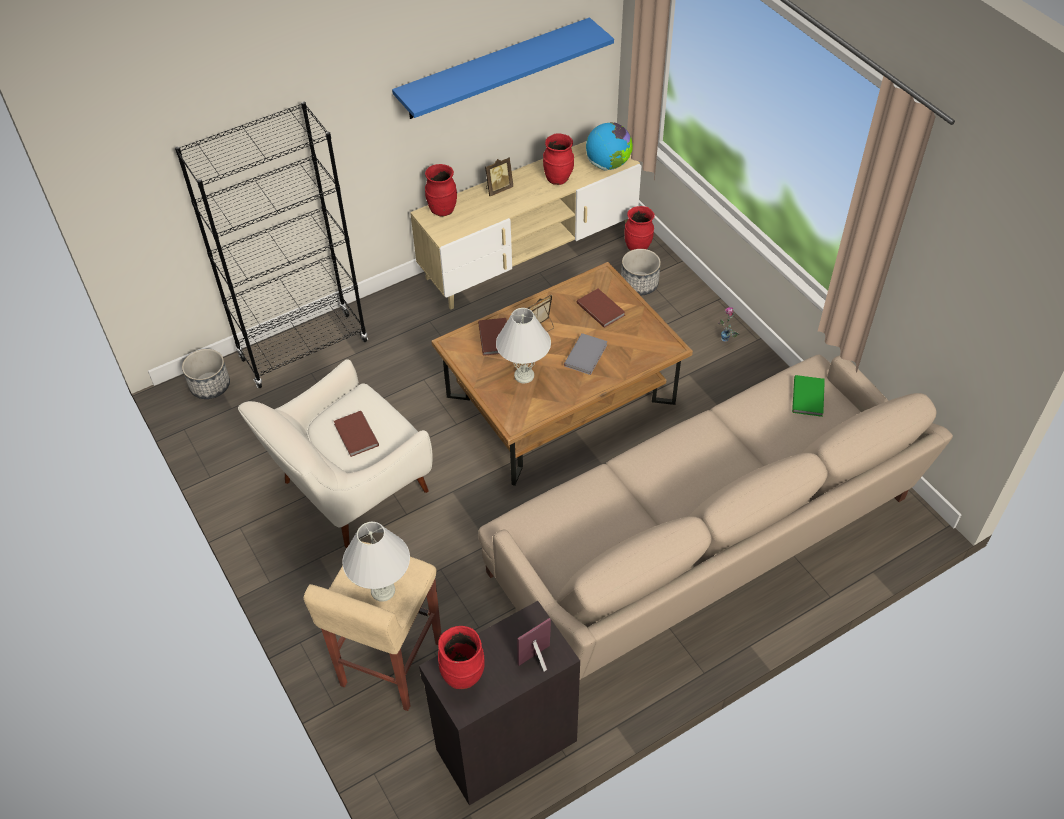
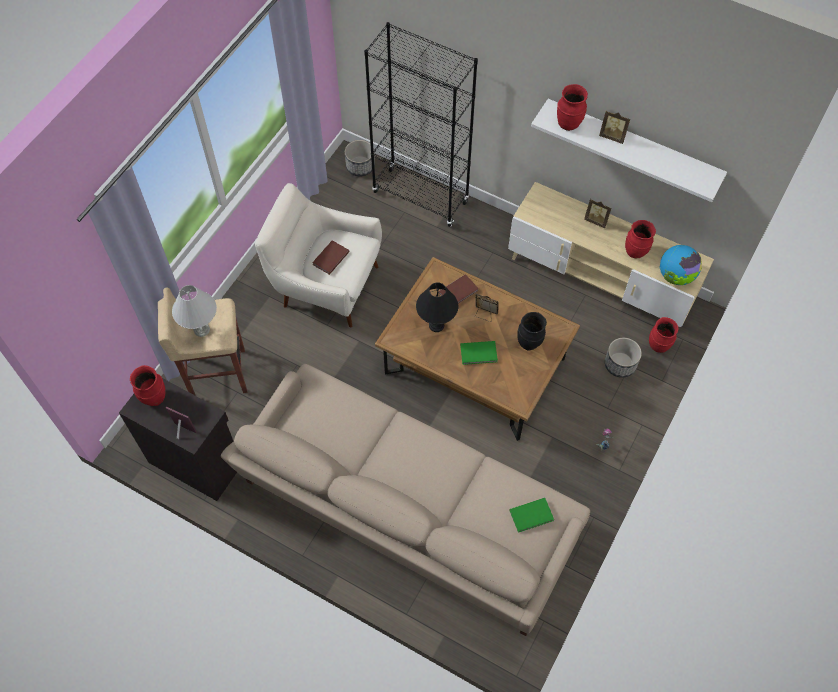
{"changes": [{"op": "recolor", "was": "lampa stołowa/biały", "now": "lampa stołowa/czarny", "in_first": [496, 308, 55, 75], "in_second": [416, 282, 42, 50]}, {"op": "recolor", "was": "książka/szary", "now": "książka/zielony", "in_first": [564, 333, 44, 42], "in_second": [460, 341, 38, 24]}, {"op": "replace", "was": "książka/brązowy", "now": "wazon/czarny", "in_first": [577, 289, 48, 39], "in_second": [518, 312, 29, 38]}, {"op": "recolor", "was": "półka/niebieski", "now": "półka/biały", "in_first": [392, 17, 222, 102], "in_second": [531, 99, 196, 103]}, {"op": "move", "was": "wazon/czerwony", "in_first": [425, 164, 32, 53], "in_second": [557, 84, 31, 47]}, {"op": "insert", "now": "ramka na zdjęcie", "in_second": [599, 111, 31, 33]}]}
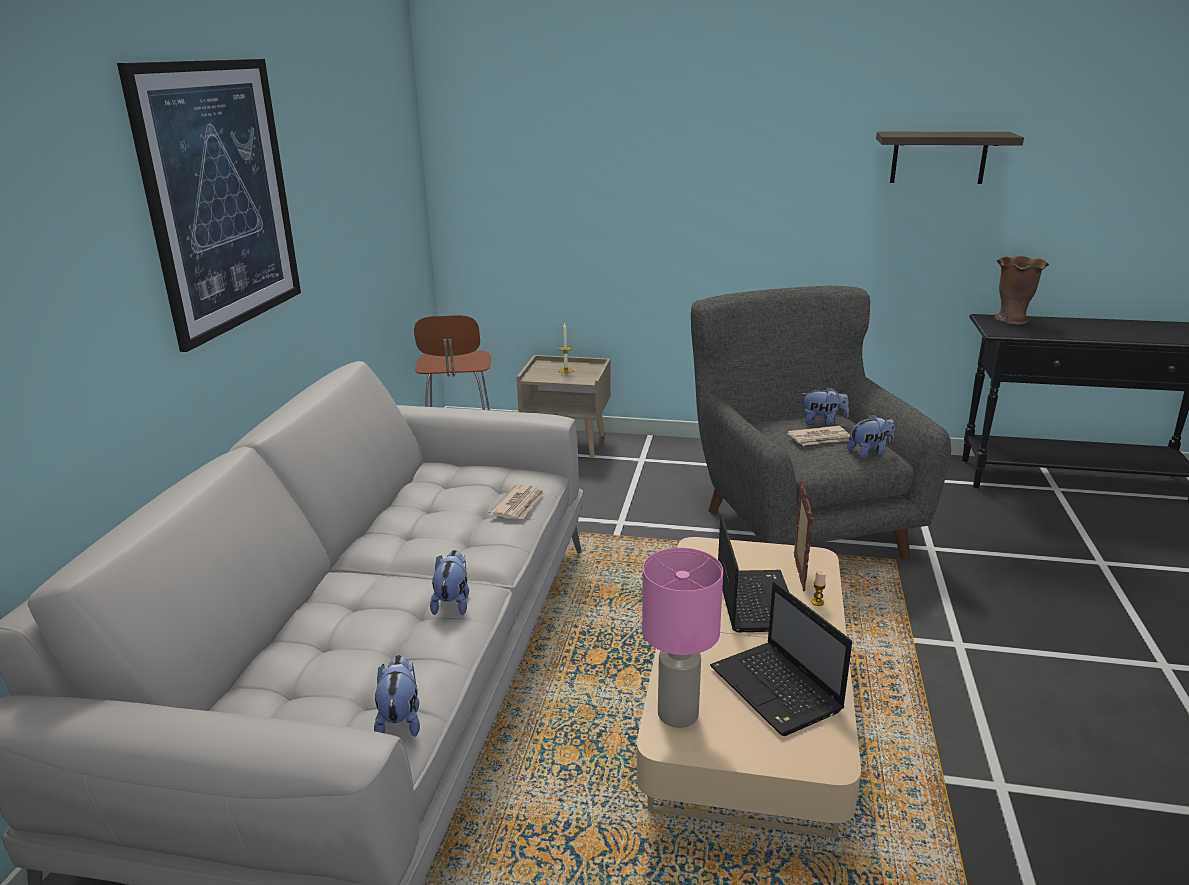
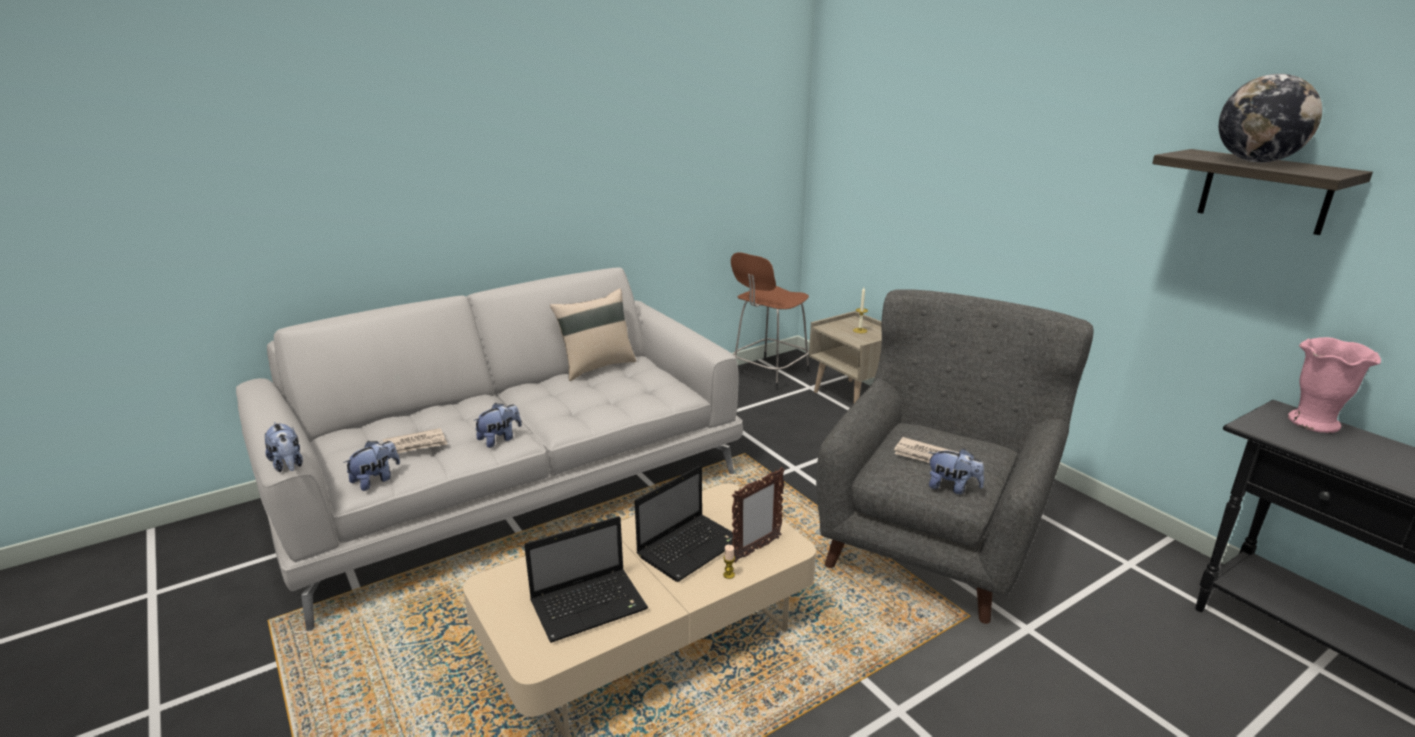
{"changes": [{"op": "move", "was": "pluszak", "in_first": [801, 387, 48, 39], "in_second": [265, 422, 38, 50]}, {"op": "move", "was": "gazeta", "in_first": [489, 484, 55, 36], "in_second": [383, 428, 64, 25]}, {"op": "rotate", "was": "laptop", "in_first": [710, 582, 142, 154], "in_second": [524, 516, 124, 127], "clockwise": -135}, {"op": "insert", "now": "poduszka/beżowy", "in_second": [550, 288, 86, 93]}, {"op": "insert", "now": "globus", "in_second": [1219, 74, 103, 88]}, {"op": "recolor", "was": "wazon/brązowy", "now": "wazon/różowy", "in_first": [994, 256, 55, 69], "in_second": [1288, 337, 93, 96]}, {"op": "delete", "was": "obraz", "in_first": [117, 59, 184, 293]}, {"op": "delete", "was": "lampa stołowa/różowy", "in_first": [642, 548, 81, 180]}]}
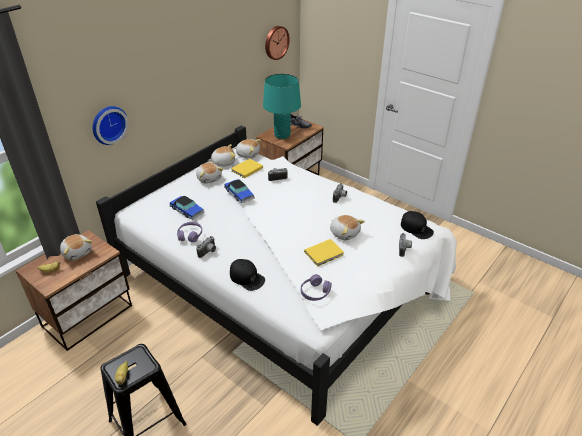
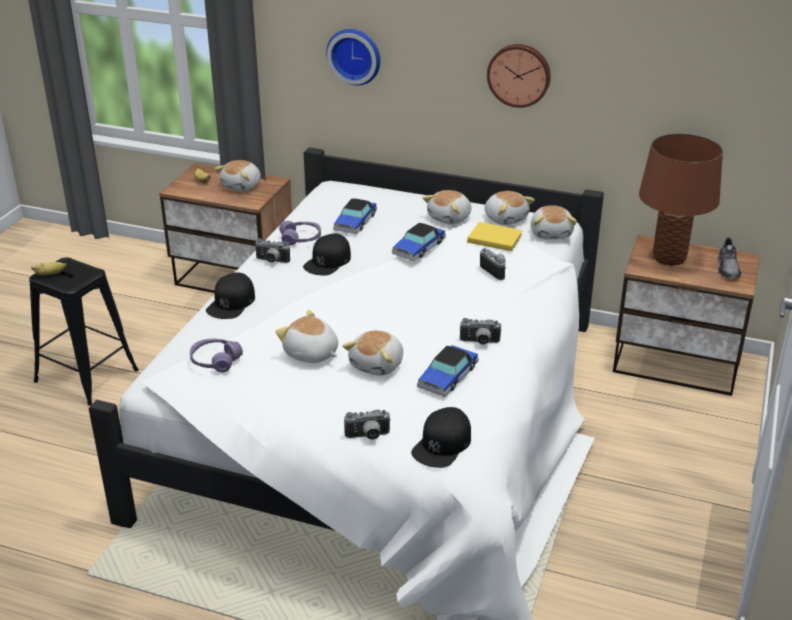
{"changes": [{"op": "replace", "was": "książka/żółty", "now": "pluszak", "in_first": [304, 239, 40, 27], "in_second": [276, 310, 62, 53]}, {"op": "insert", "now": "czapka z daszkiem/czarny", "in_second": [303, 234, 48, 41]}, {"op": "insert", "now": "samochodzik", "in_second": [417, 345, 62, 52]}, {"op": "move", "was": "zegar ścienny", "in_first": [265, 26, 25, 34], "in_second": [487, 44, 64, 64]}, {"op": "recolor", "was": "lampa stołowa/turkusowy", "now": "lampa stołowa/brązowy", "in_first": [263, 74, 38, 65], "in_second": [639, 133, 84, 133]}]}
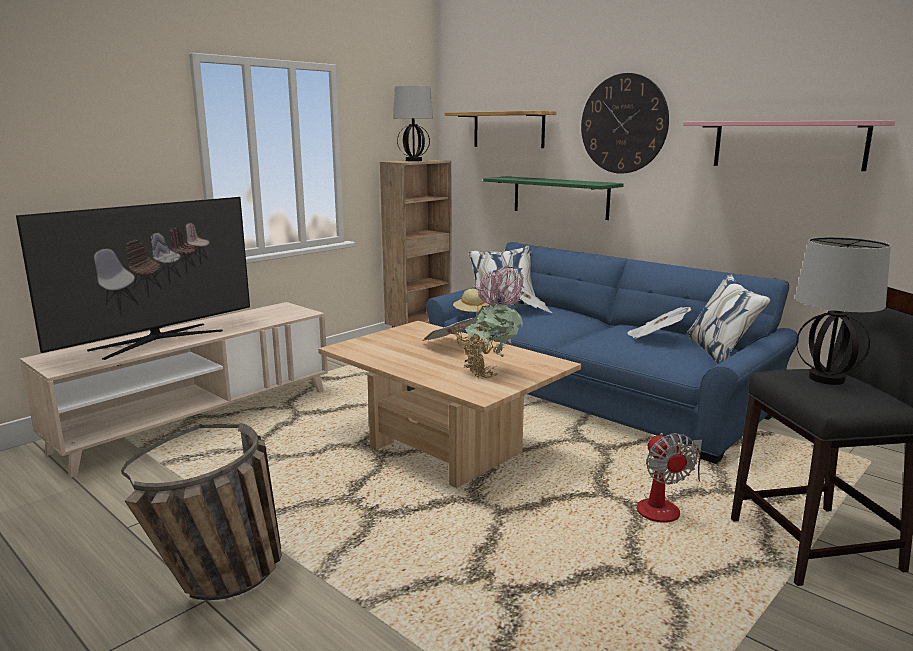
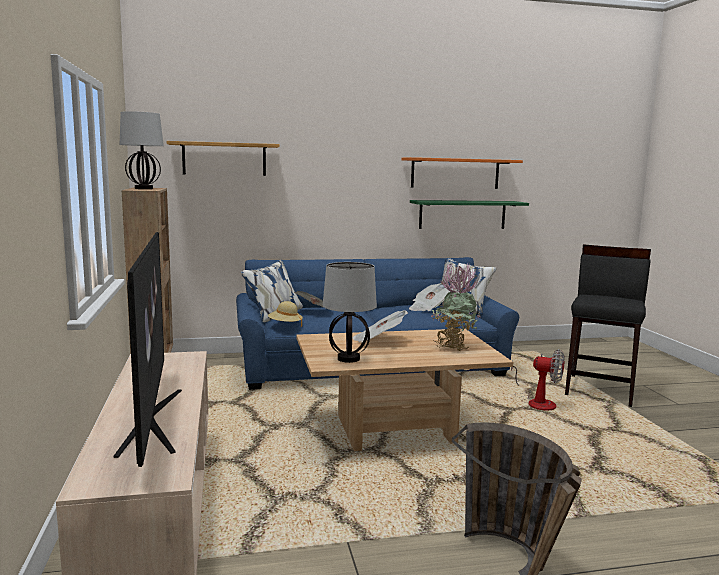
{"changes": [{"op": "move", "was": "lampa stołowa", "in_first": [795, 237, 96, 148], "in_second": [323, 262, 54, 101]}, {"op": "recolor", "was": "półka/różowy", "now": "półka/pomarańczowy", "in_first": [683, 120, 212, 51], "in_second": [401, 157, 122, 32]}, {"op": "move", "was": "półka/zielony", "in_first": [483, 176, 141, 44], "in_second": [410, 200, 119, 29]}, {"op": "delete", "was": "zegar ścienny", "in_first": [581, 73, 88, 101]}]}
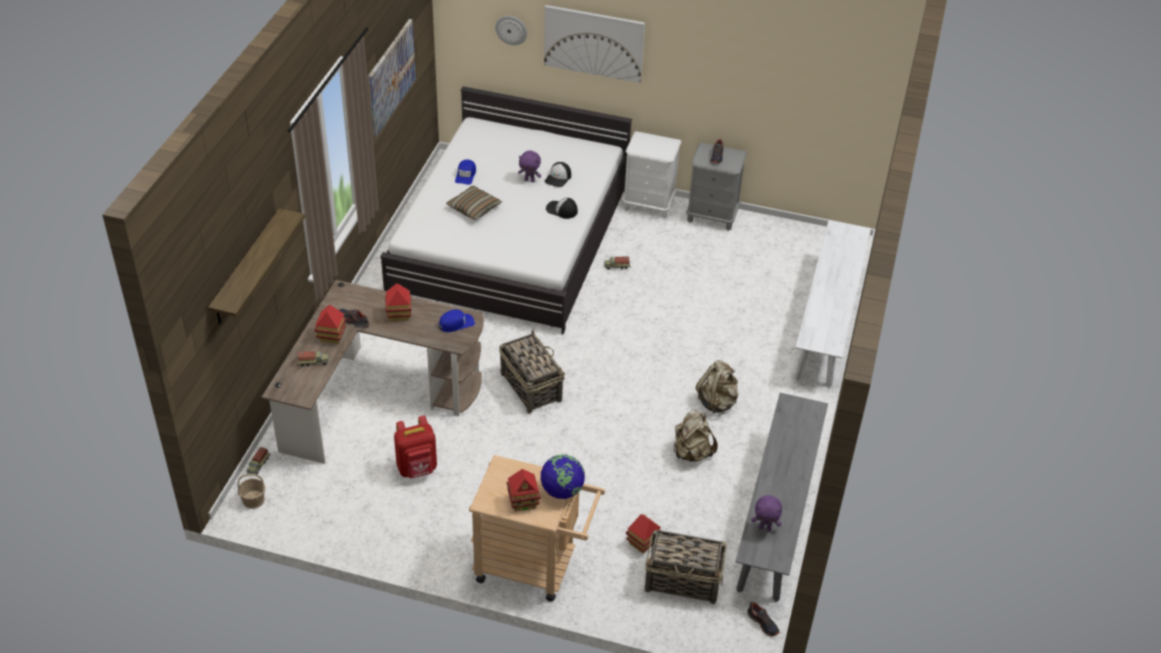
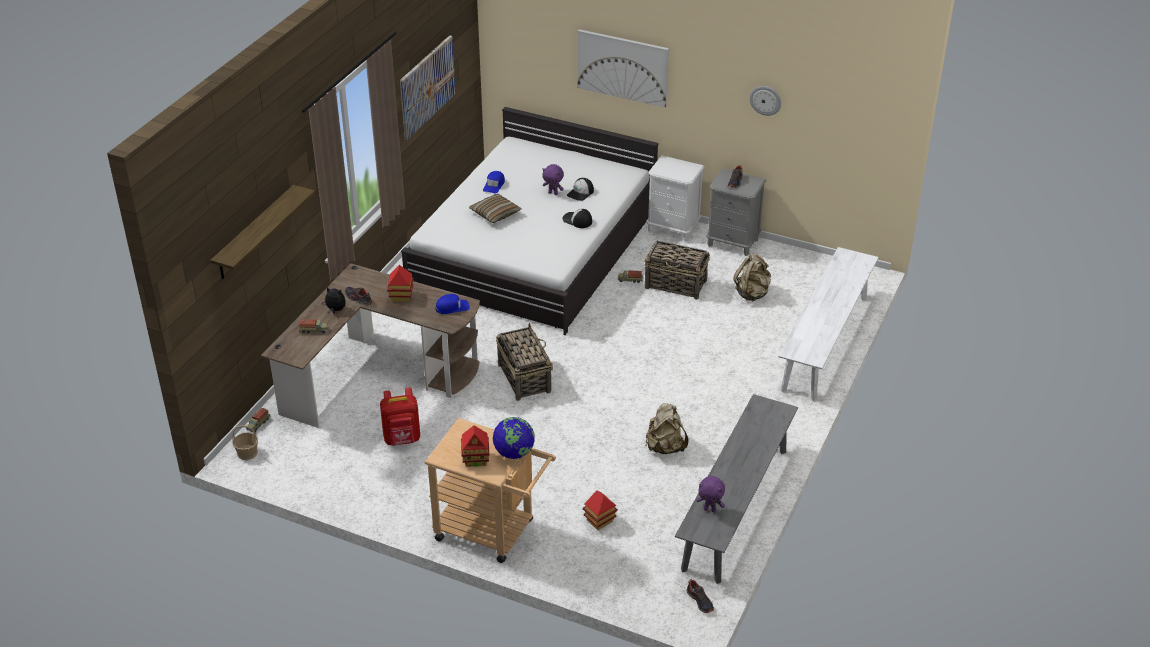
{"changes": [{"op": "replace", "was": "domek", "now": "pluszak", "in_first": [314, 305, 32, 39], "in_second": [322, 287, 24, 27]}, {"op": "move", "was": "koszyk", "in_first": [645, 530, 82, 74], "in_second": [644, 241, 66, 59]}, {"op": "move", "was": "plecak/beżowy", "in_first": [696, 360, 42, 55], "in_second": [733, 253, 38, 49]}, {"op": "move", "was": "zegar ścienny", "in_first": [495, 16, 32, 29], "in_second": [750, 86, 31, 30]}]}
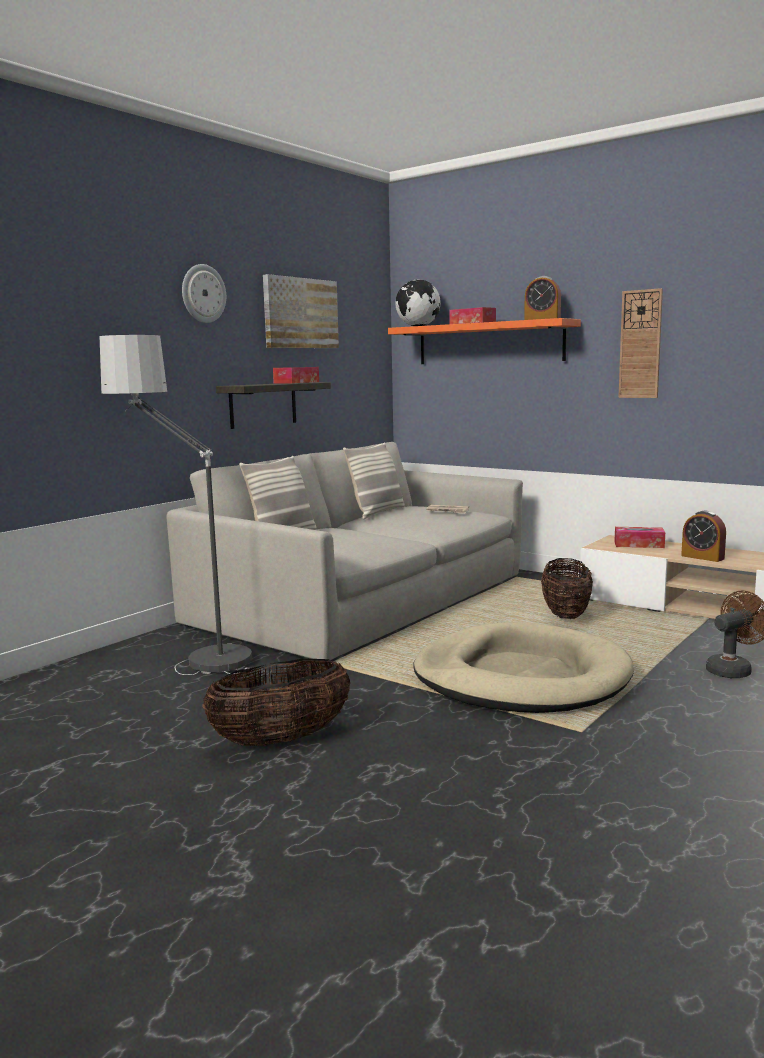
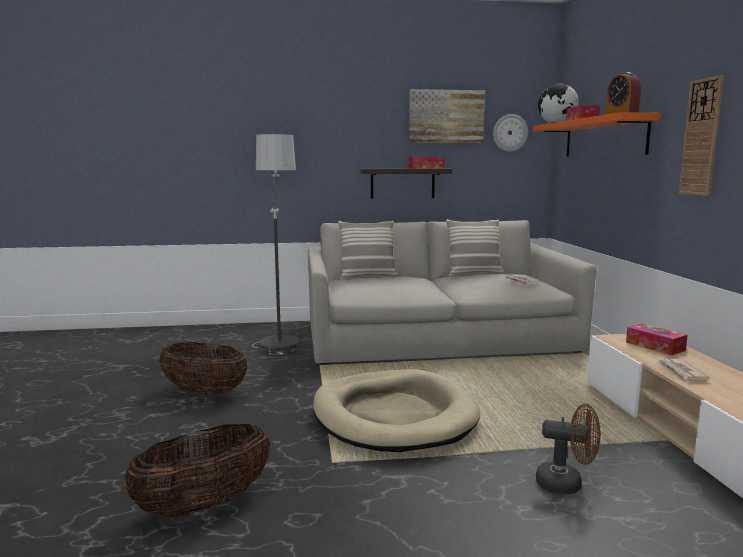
{"changes": [{"op": "move", "was": "koszyk", "in_first": [541, 558, 52, 61], "in_second": [123, 424, 147, 93]}, {"op": "move", "was": "zegar ścienny", "in_first": [182, 264, 44, 59], "in_second": [493, 114, 35, 38]}, {"op": "replace", "was": "budzik", "now": "gazeta", "in_first": [681, 511, 45, 51], "in_second": [656, 359, 53, 24]}]}
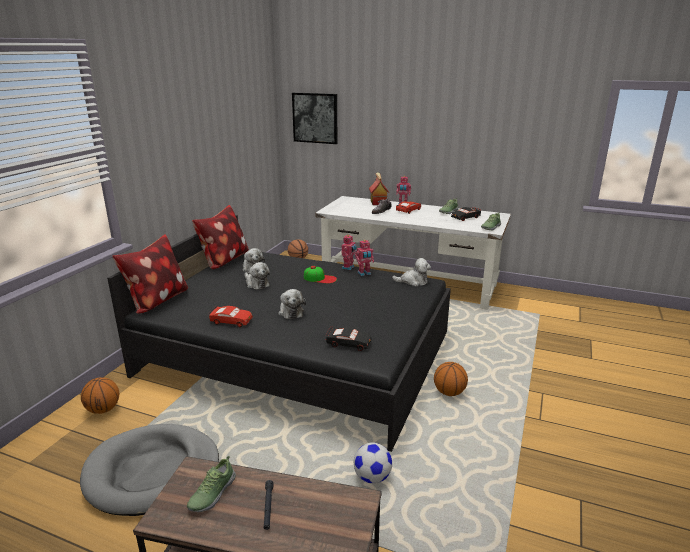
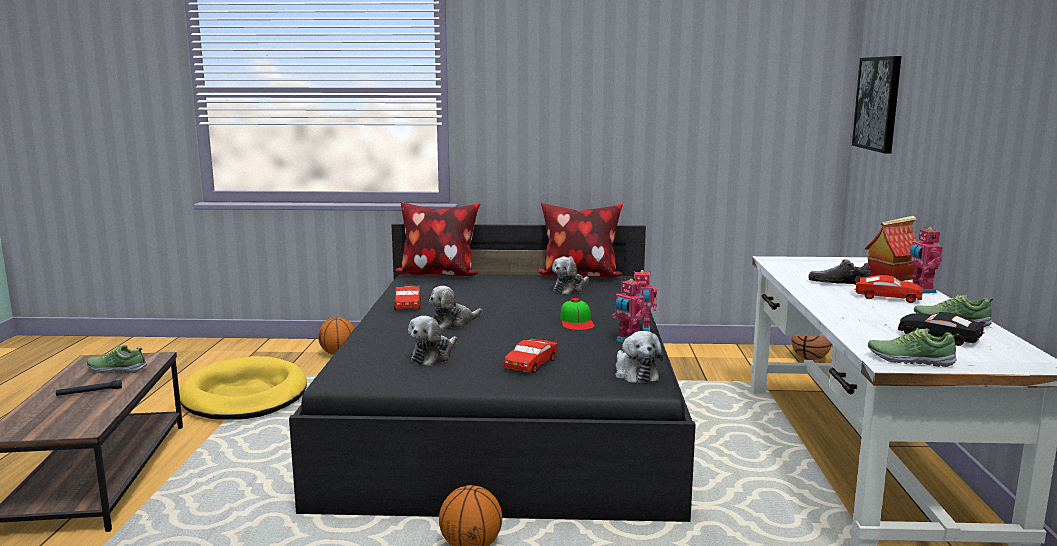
{"changes": [{"op": "recolor", "was": "legowisko/szary", "now": "legowisko/żółty", "in_first": [80, 424, 139, 92], "in_second": [179, 356, 128, 64]}, {"op": "move", "was": "pluszak", "in_first": [245, 262, 25, 27], "in_second": [408, 316, 49, 50]}, {"op": "insert", "now": "samochodzik/czerwony", "in_second": [503, 337, 55, 36]}, {"op": "delete", "was": "samochodzik/czarny", "in_first": [325, 327, 47, 24]}, {"op": "delete", "was": "piłka futbolowa", "in_first": [354, 442, 38, 42]}]}
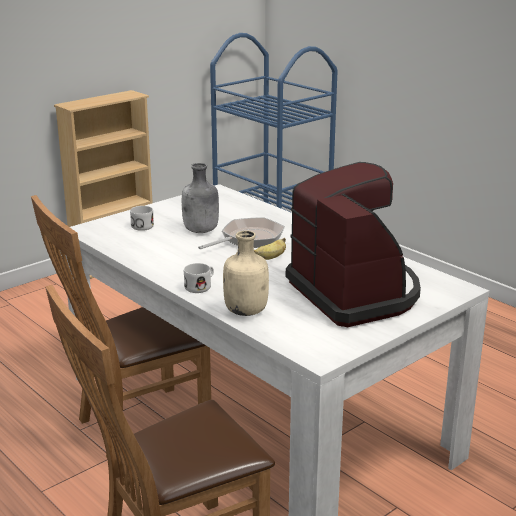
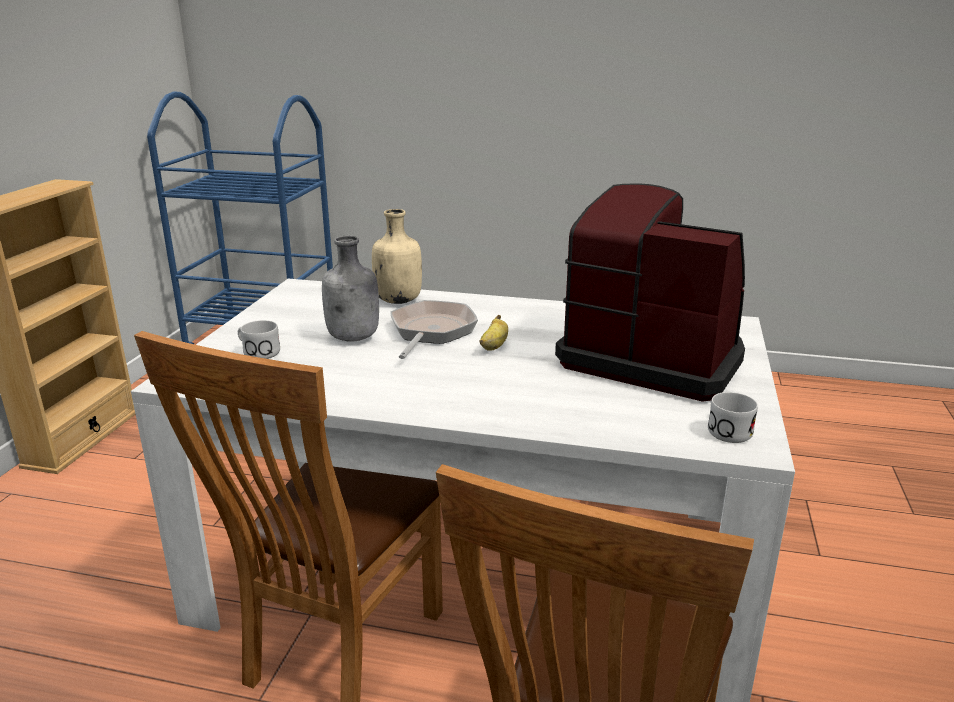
{"changes": [{"op": "move", "was": "butelka/beżowy", "in_first": [223, 230, 46, 86], "in_second": [372, 209, 50, 95]}, {"op": "move", "was": "kubek/biały", "in_first": [184, 263, 30, 30], "in_second": [708, 392, 50, 51]}]}
